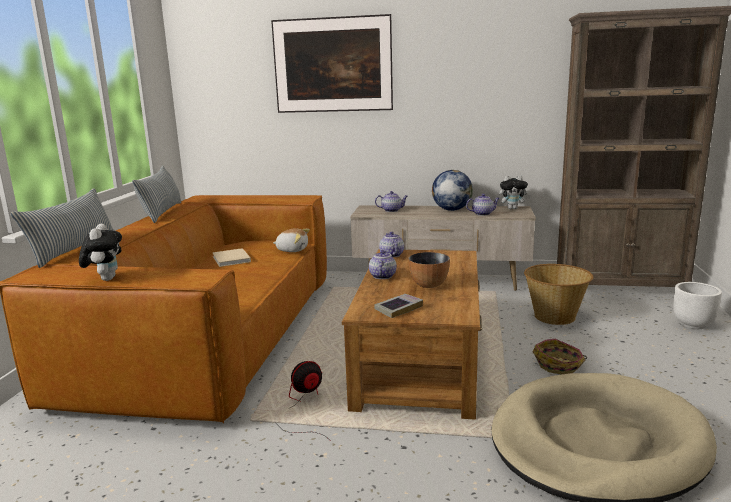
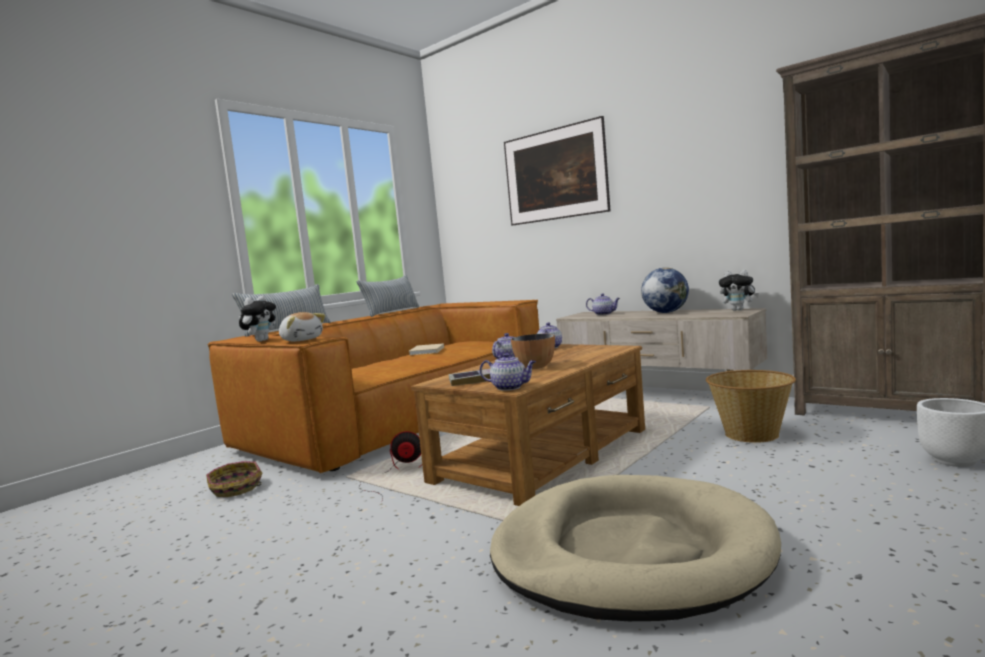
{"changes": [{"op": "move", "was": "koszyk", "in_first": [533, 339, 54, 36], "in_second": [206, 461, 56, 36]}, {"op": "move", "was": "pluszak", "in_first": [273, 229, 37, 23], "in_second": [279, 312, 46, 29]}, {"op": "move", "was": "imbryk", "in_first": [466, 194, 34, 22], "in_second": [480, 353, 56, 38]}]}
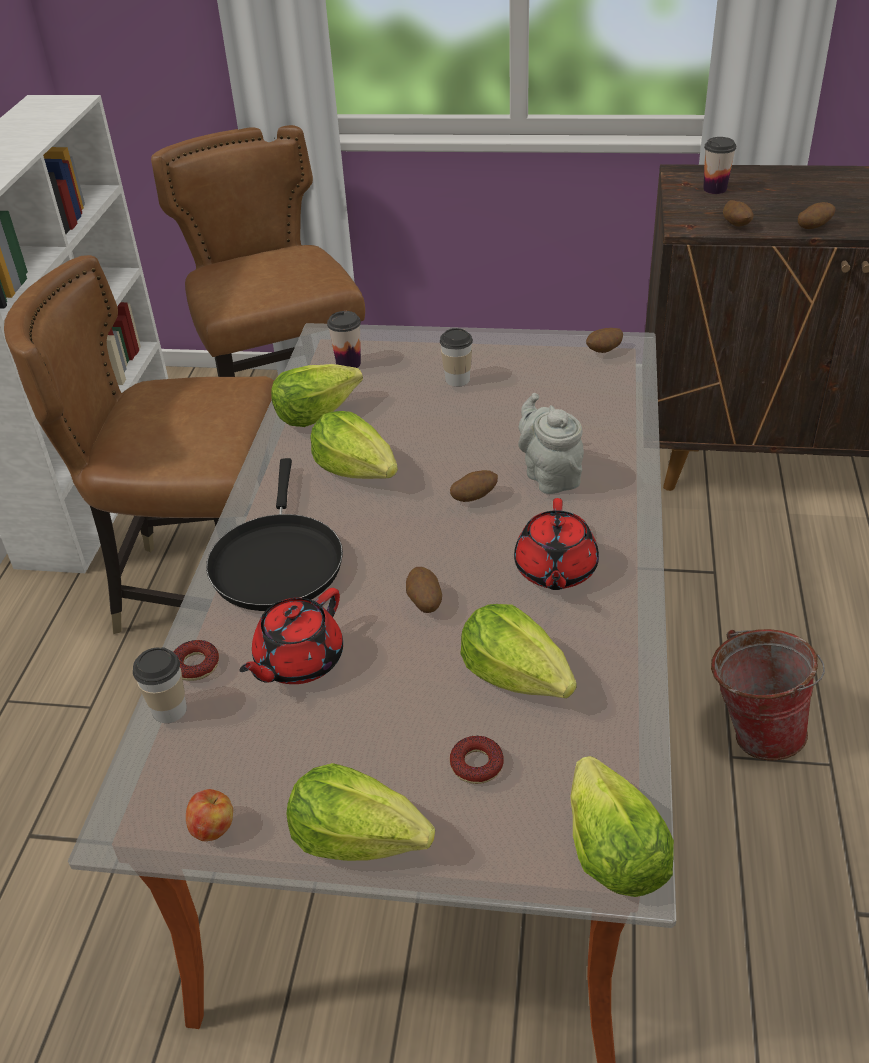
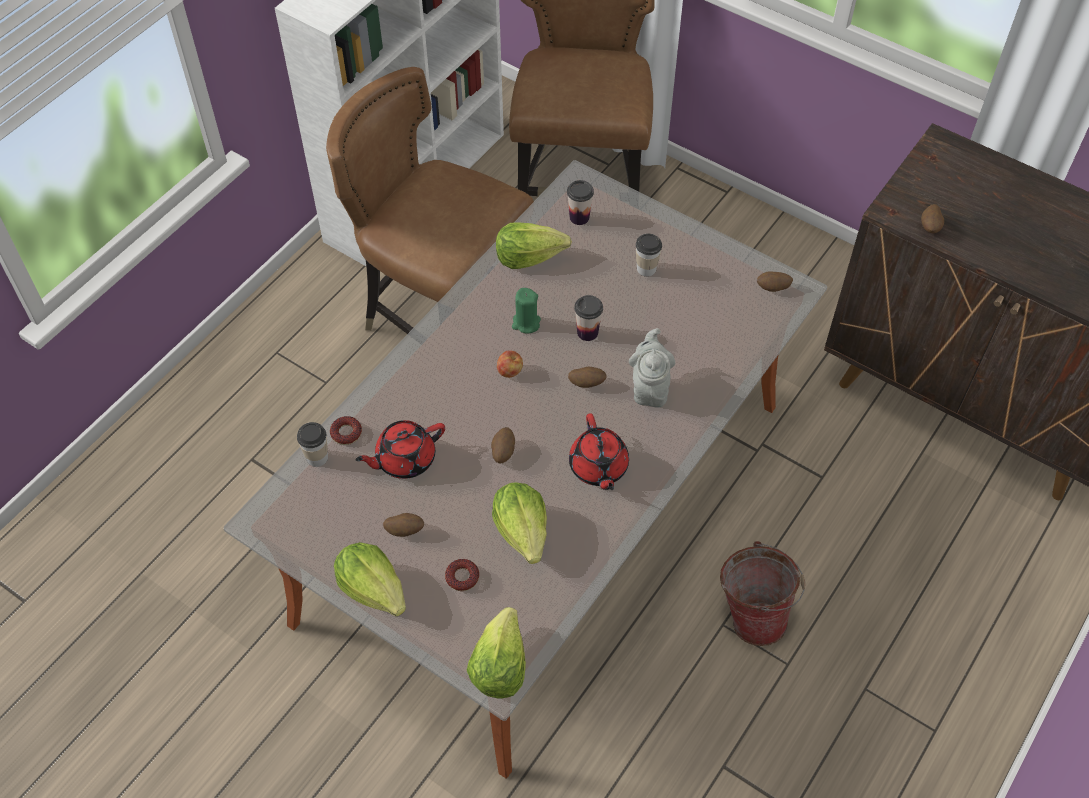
{"changes": [{"op": "move", "was": "ziemniak", "in_first": [798, 202, 38, 27], "in_second": [383, 513, 41, 24]}, {"op": "move", "was": "jabłko", "in_first": [186, 789, 47, 52], "in_second": [497, 351, 26, 27]}, {"op": "replace", "was": "sałata", "now": "świeca/zielony", "in_first": [310, 411, 88, 68], "in_second": [512, 288, 29, 45]}, {"op": "rotate", "was": "imbryk/czerwony", "in_first": [514, 498, 85, 92], "in_second": [569, 413, 60, 77], "clockwise": -45}, {"op": "move", "was": "filiżanka", "in_first": [703, 137, 33, 57], "in_second": [574, 295, 29, 46]}, {"op": "delete", "was": "patelnia/czarny", "in_first": [206, 458, 137, 153]}]}
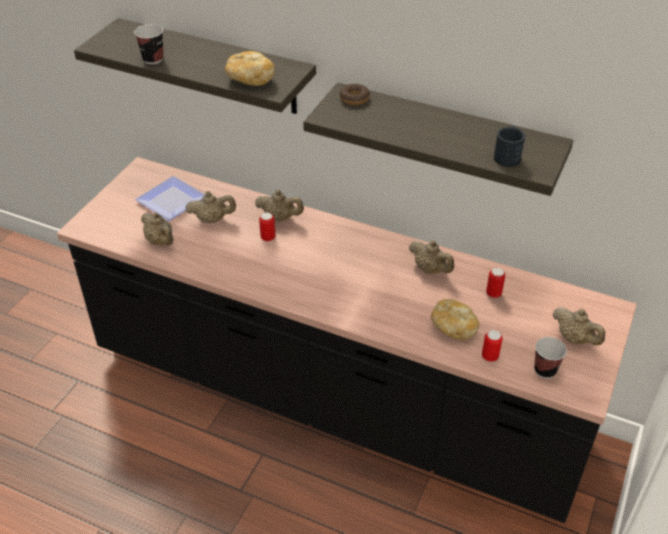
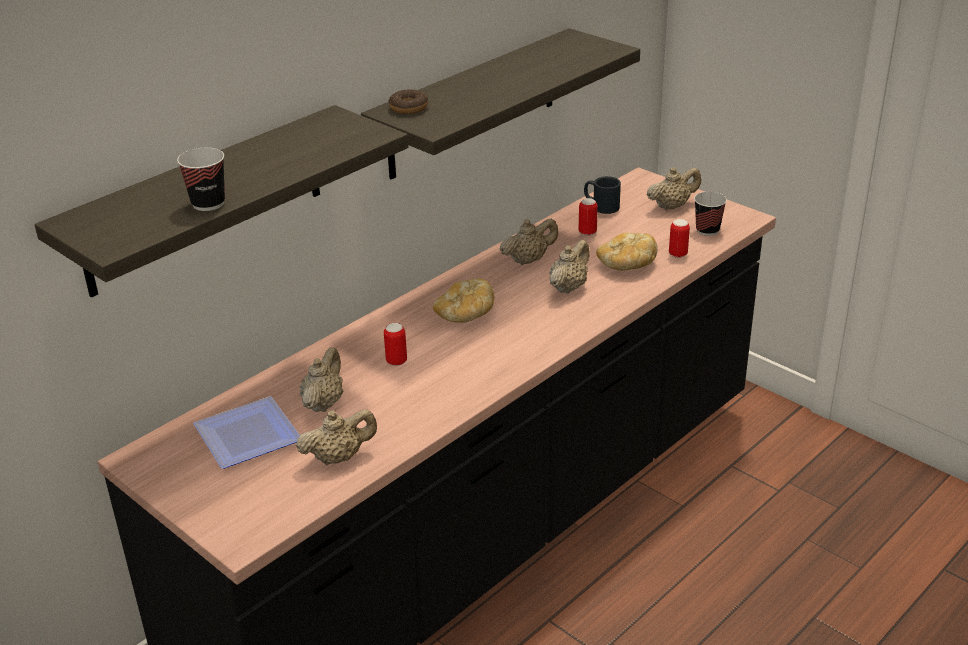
{"changes": [{"op": "move", "was": "chleb", "in_first": [225, 51, 50, 35], "in_second": [433, 278, 62, 45]}, {"op": "move", "was": "imbryk/beżowy", "in_first": [255, 190, 49, 32], "in_second": [550, 240, 40, 54]}, {"op": "move", "was": "kubek/czarny", "in_first": [494, 126, 31, 41], "in_second": [584, 176, 37, 38]}]}
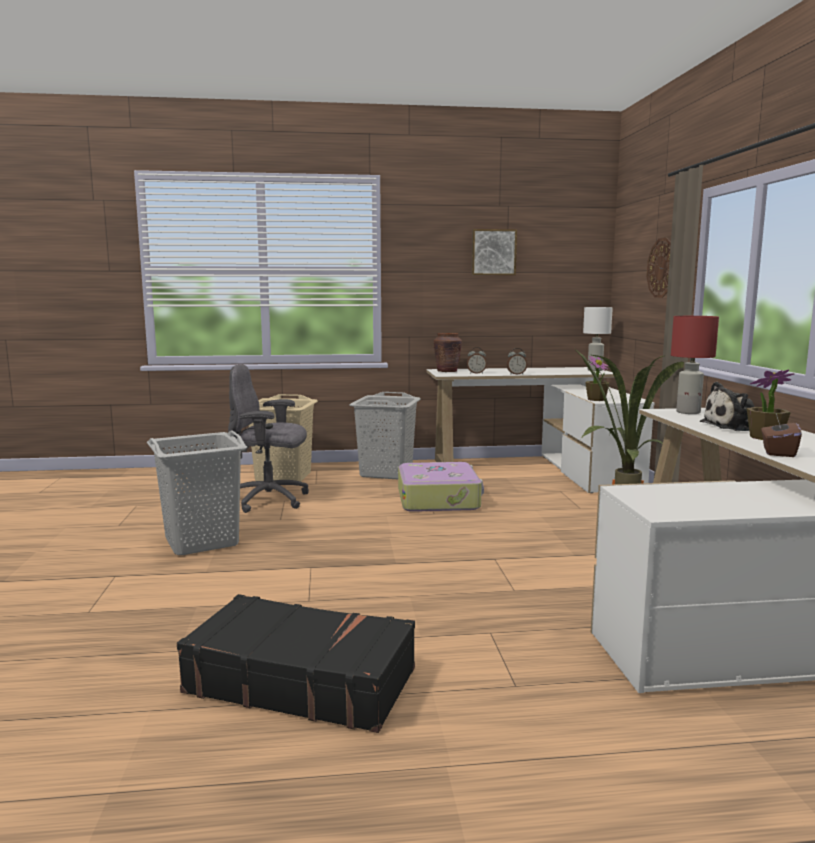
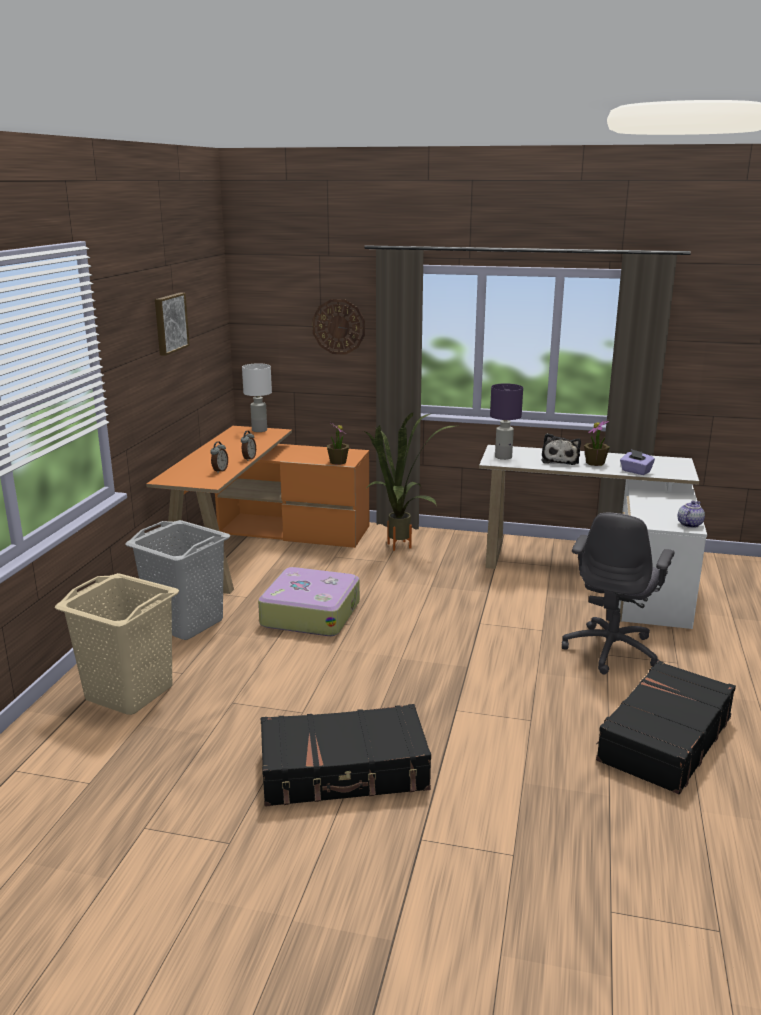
{"changes": [{"op": "recolor", "was": "biurko/biały", "now": "biurko/pomarańczowy", "in_first": [426, 367, 229, 126], "in_second": [146, 426, 223, 168]}, {"op": "replace", "was": "kosz na pranie/szary", "now": "walizka/czarny", "in_first": [147, 430, 100, 125], "in_second": [261, 704, 170, 103]}, {"op": "recolor", "was": "lampa stołowa/czerwony", "now": "lampa stołowa/fioletowy", "in_first": [671, 316, 48, 98], "in_second": [490, 383, 33, 77]}, {"op": "move", "was": "krzesło biurowe/szary", "in_first": [228, 364, 81, 149], "in_second": [562, 513, 112, 162]}, {"op": "recolor", "was": "pudełko chusteczek/brązowy", "now": "pudełko chusteczek/fioletowy", "in_first": [761, 413, 41, 44], "in_second": [620, 449, 35, 26]}, {"op": "insert", "now": "imbryk", "in_second": [678, 501, 27, 27]}, {"op": "delete", "was": "wazon/brązowy", "in_first": [433, 333, 29, 39]}]}
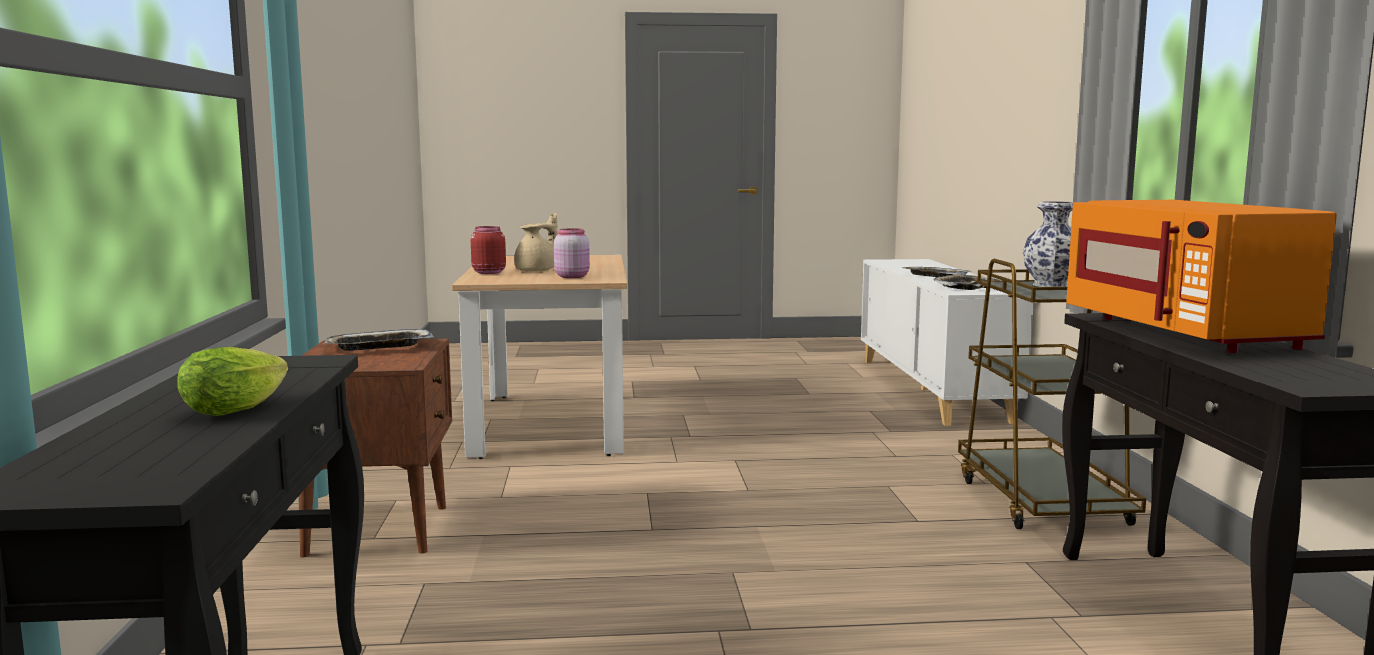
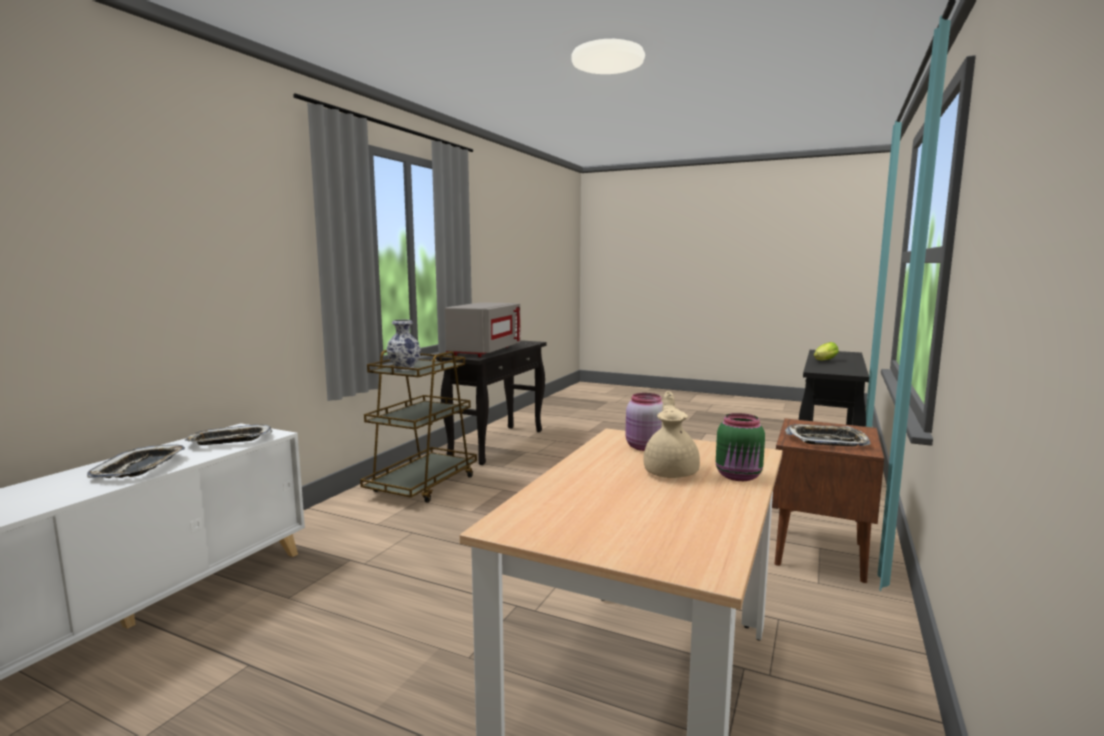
{"changes": [{"op": "recolor", "was": "mikrofalówka/pomarańczowy", "now": "mikrofalówka/szary", "in_first": [1066, 200, 271, 153], "in_second": [445, 302, 76, 55]}, {"op": "rotate", "was": "imbryk/beżowy", "in_first": [514, 213, 44, 59], "in_second": [643, 391, 57, 87], "clockwise": 120}, {"op": "recolor", "was": "słoik/czerwony", "now": "słoik/zielony", "in_first": [471, 226, 35, 48], "in_second": [716, 413, 49, 68]}]}
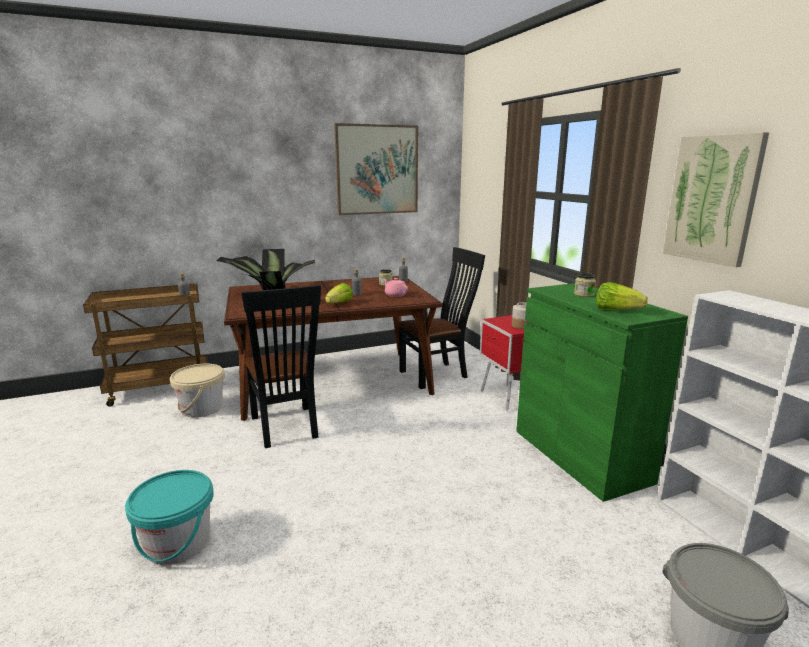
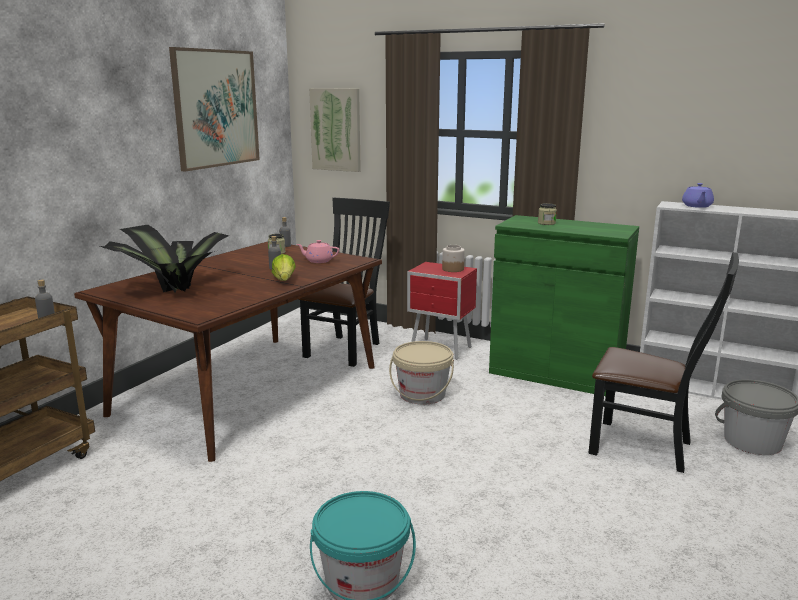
{"changes": [{"op": "move", "was": "obraz", "in_first": [663, 132, 106, 135], "in_second": [309, 88, 52, 84]}, {"op": "move", "was": "wiadro/beżowy", "in_first": [170, 364, 55, 54], "in_second": [389, 341, 65, 64]}, {"op": "move", "was": "krzesło/czarny", "in_first": [241, 285, 80, 163], "in_second": [588, 252, 151, 221]}, {"op": "insert", "now": "imbryk/fioletowy", "in_second": [682, 183, 32, 25]}, {"op": "delete", "was": "sałata", "in_first": [596, 282, 52, 27]}]}
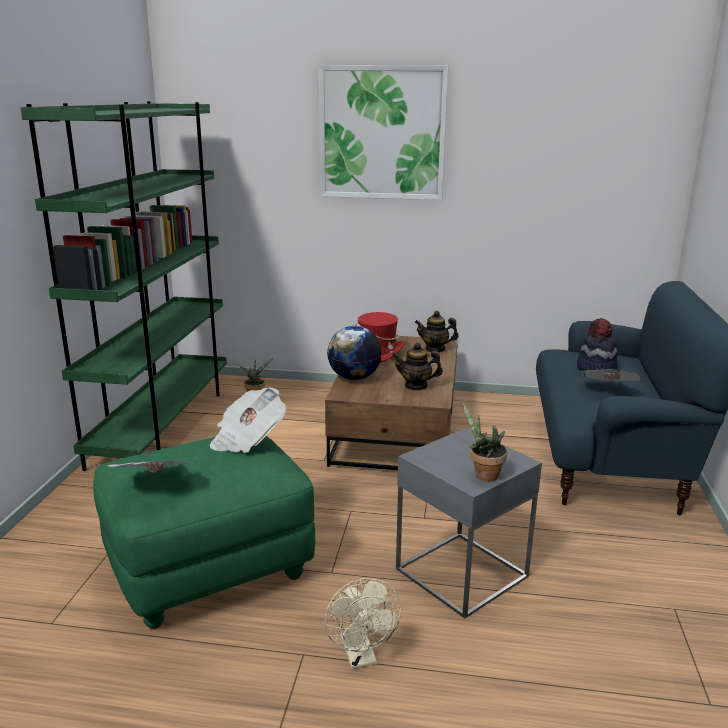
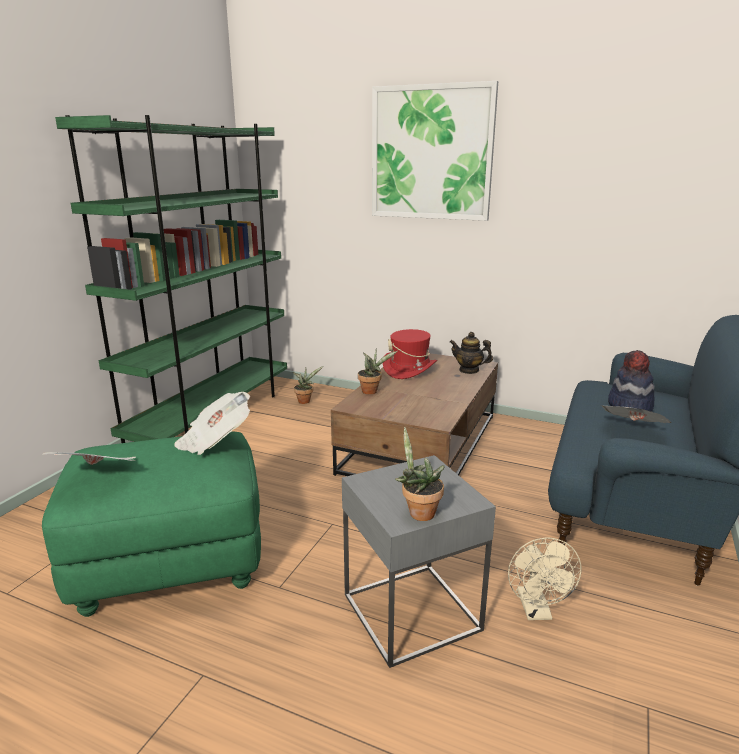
{"changes": [{"op": "replace", "was": "globus", "now": "roślina doniczkowa", "in_first": [327, 326, 55, 54], "in_second": [358, 348, 40, 46]}, {"op": "move", "was": "wentylator/beżowy", "in_first": [325, 578, 76, 91], "in_second": [508, 537, 74, 83]}, {"op": "delete", "was": "imbryk", "in_first": [392, 343, 51, 47]}]}
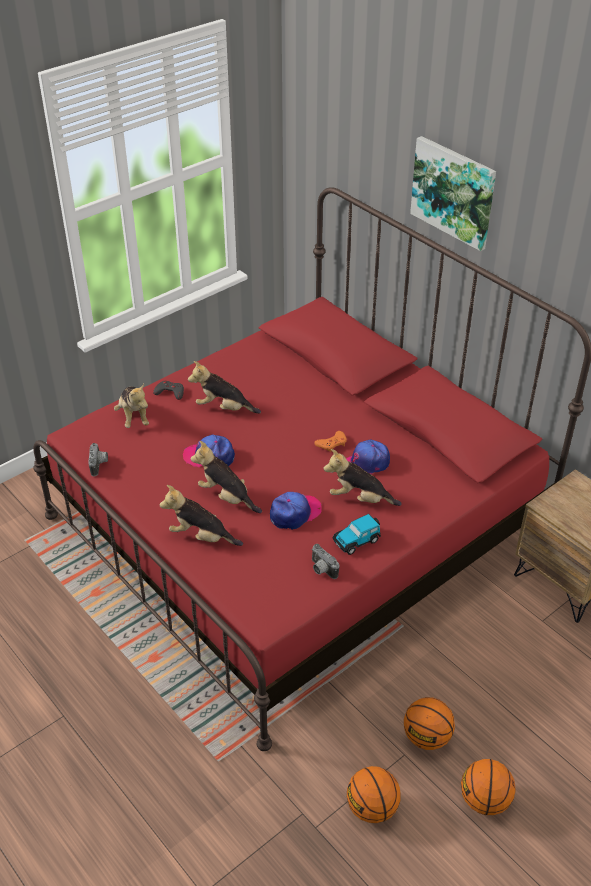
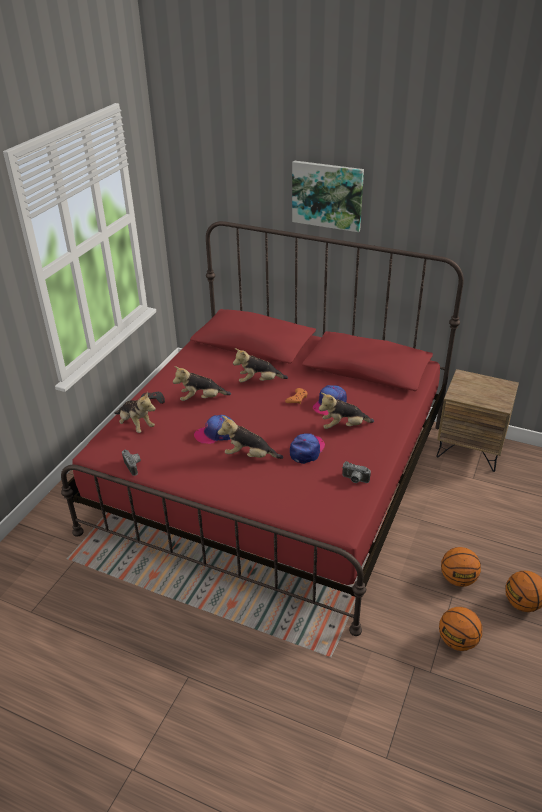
{"changes": [{"op": "move", "was": "pluszak", "in_first": [160, 485, 83, 61], "in_second": [233, 348, 55, 35]}, {"op": "delete", "was": "samochodzik", "in_first": [332, 514, 49, 41]}]}
